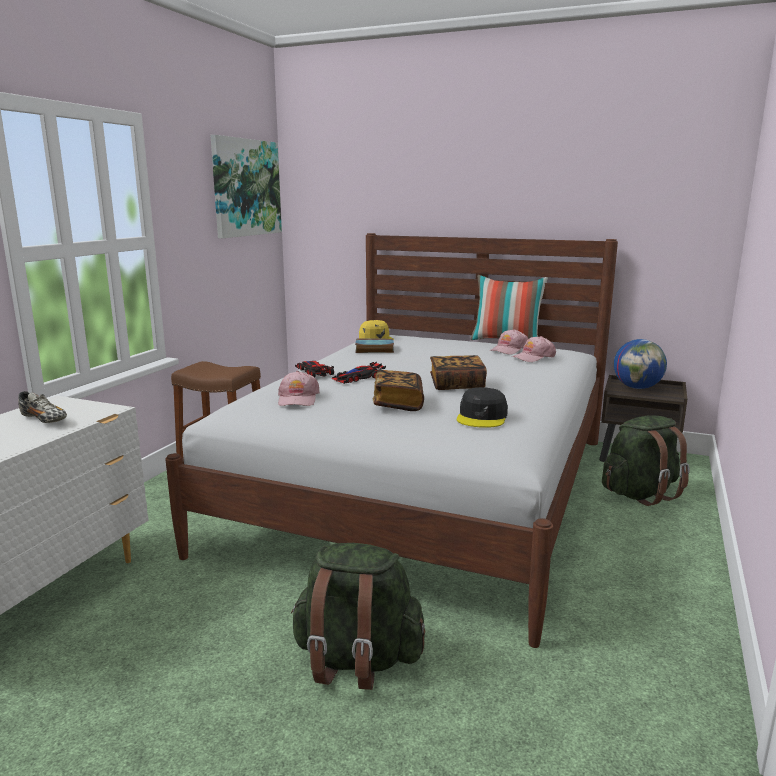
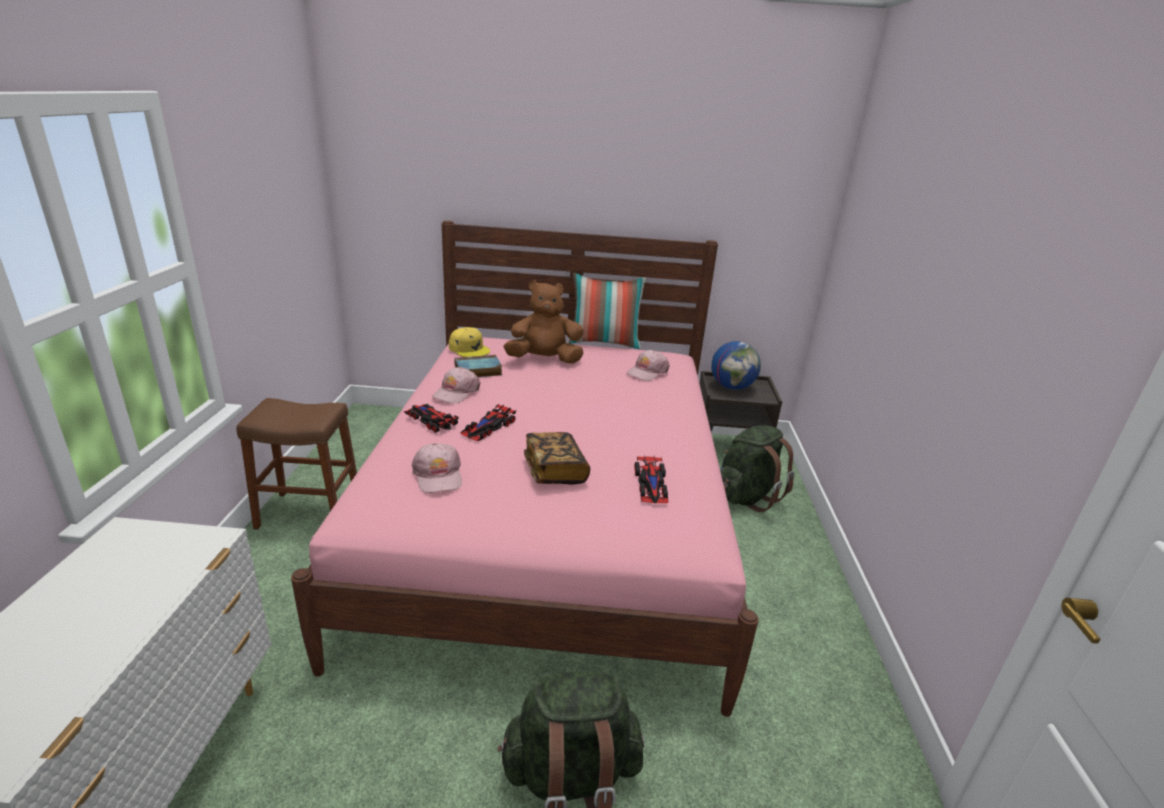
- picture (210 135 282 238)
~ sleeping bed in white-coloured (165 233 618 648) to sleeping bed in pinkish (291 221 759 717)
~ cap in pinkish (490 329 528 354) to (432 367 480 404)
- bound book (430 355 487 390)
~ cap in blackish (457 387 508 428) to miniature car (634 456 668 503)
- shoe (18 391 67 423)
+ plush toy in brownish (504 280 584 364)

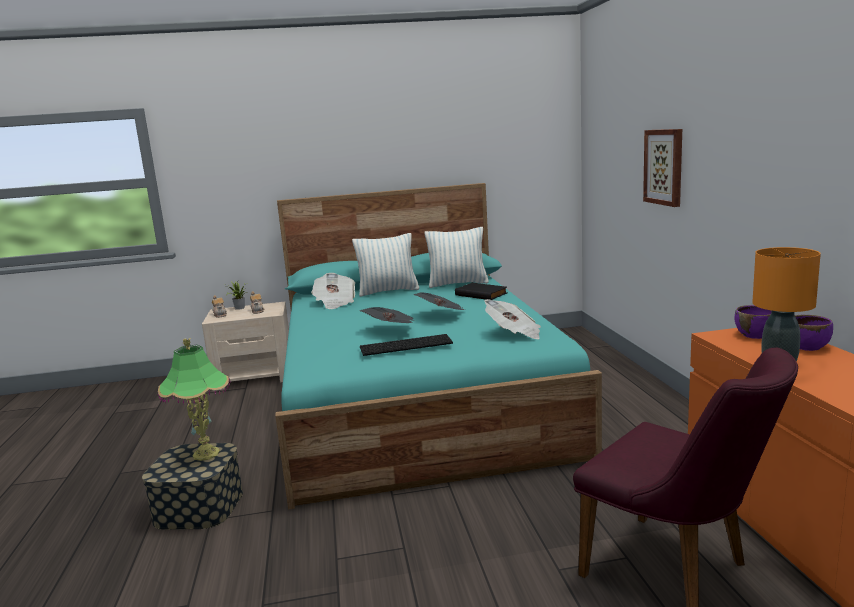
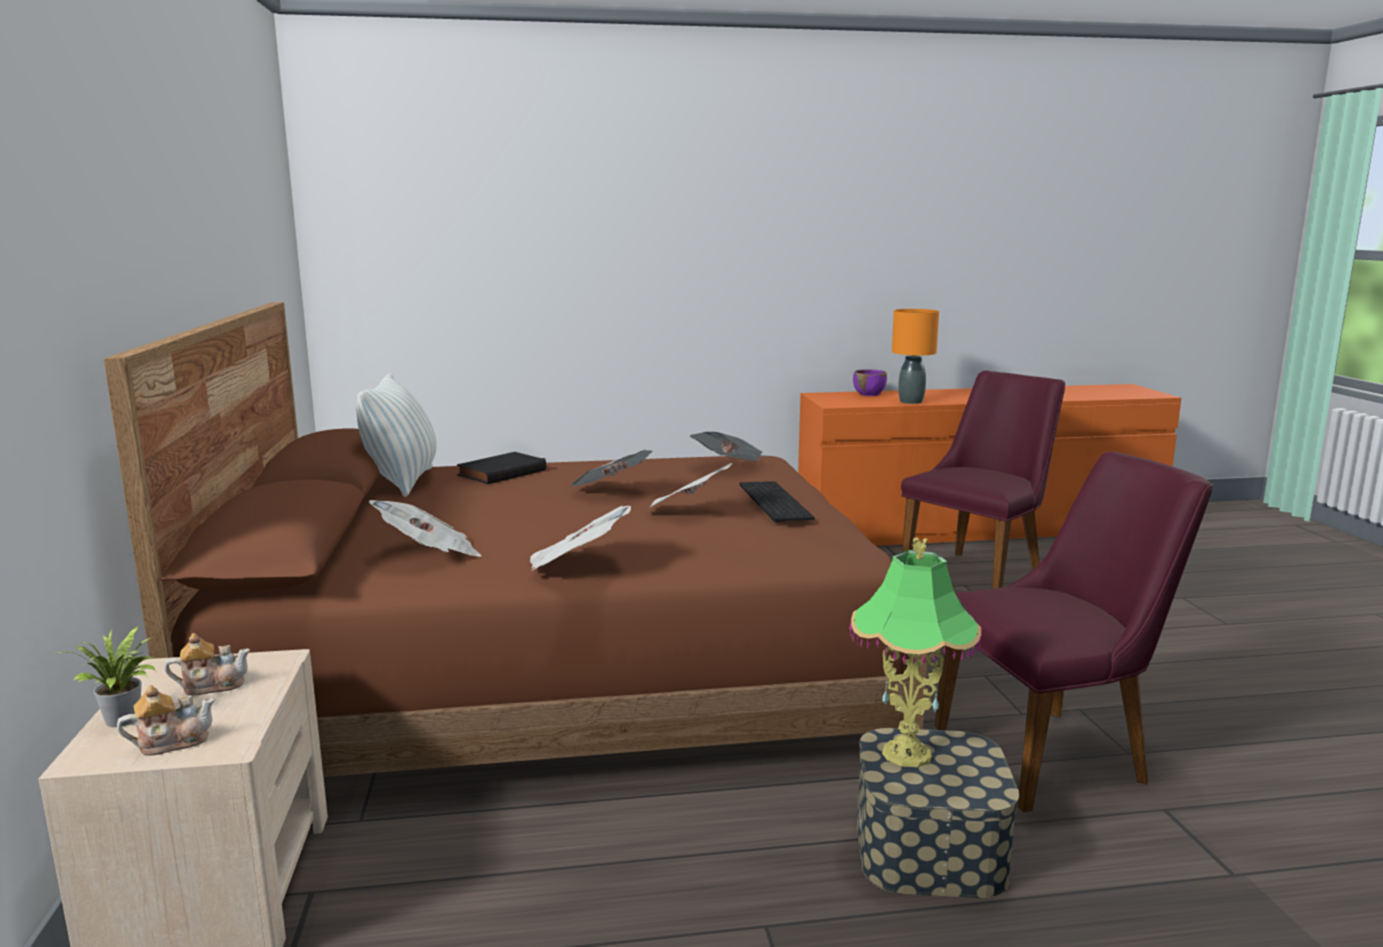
- picture (643 129 682 207)
~ sleeping bed in blue-green (275 183 602 509) to sleeping bed in brownish (104 302 928 777)
- pillow (352 233 419 297)
- deep dish in purple-coloured (735 305 772 339)
+ chair in purple-coloured (935 451 1213 812)
+ printed paper (530 506 631 571)

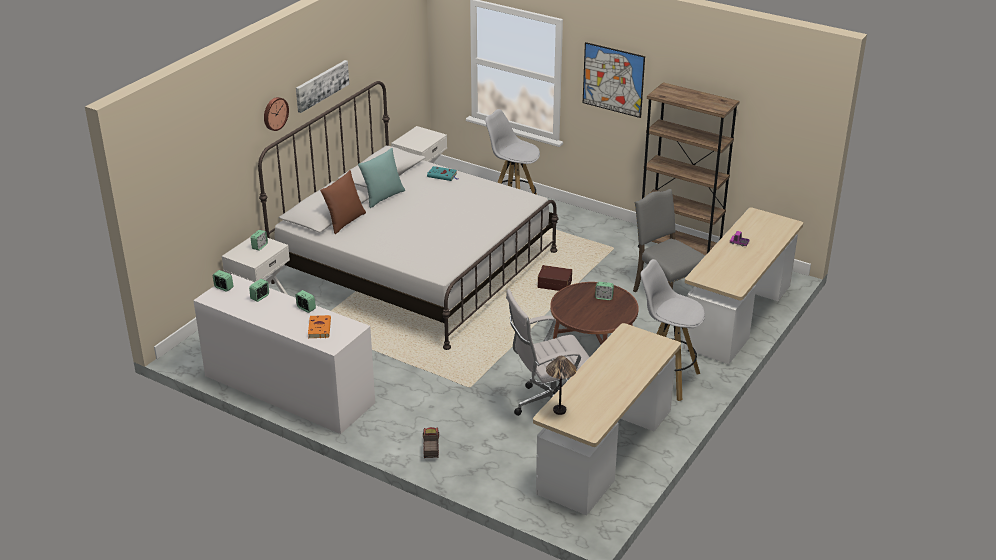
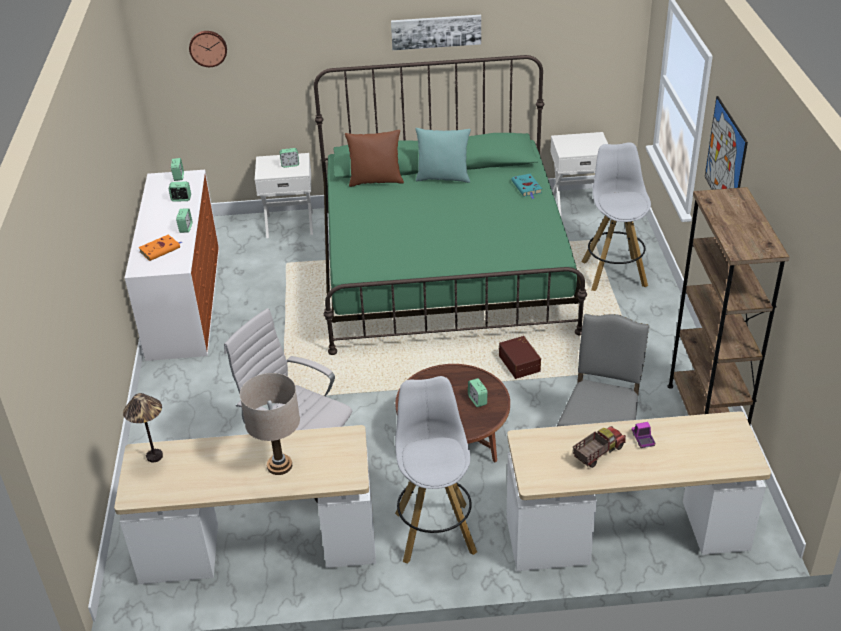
~ sleeping bed in white-coloured (258 81 559 350) to sleeping bed in greenish (314 55 587 355)
~ hanging clock (264 97 289 131) to (189 31 227 67)
~ toy lorry (423 427 439 458) to (573 426 626 468)
+ tabletop lamp in beige-coloured (240 373 300 475)

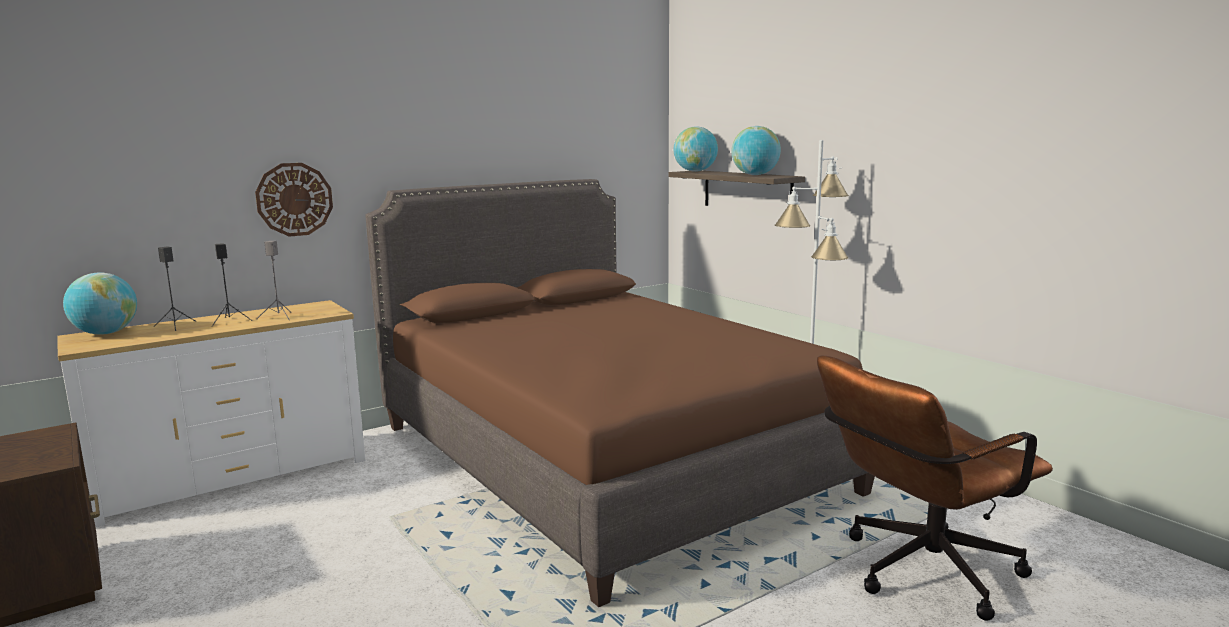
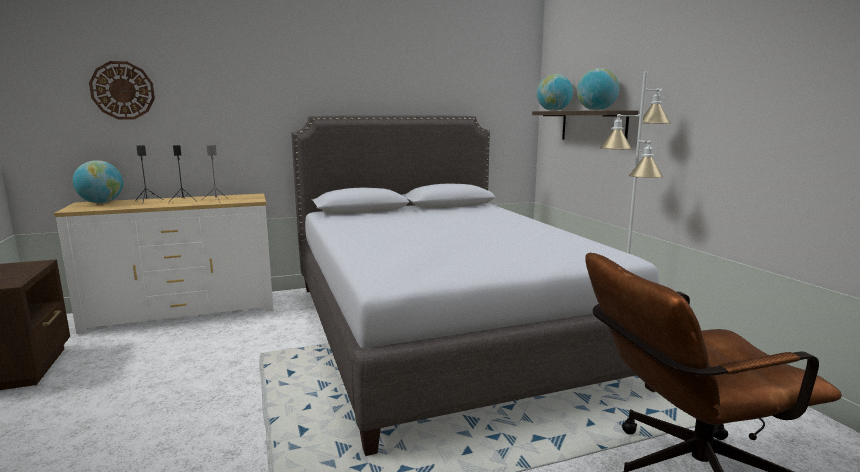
~ hanging clock (255 163 333 237) to (89 61 155 119)
~ sleeping bed in brownish (365 179 875 607) to sleeping bed in gray (291 116 659 456)

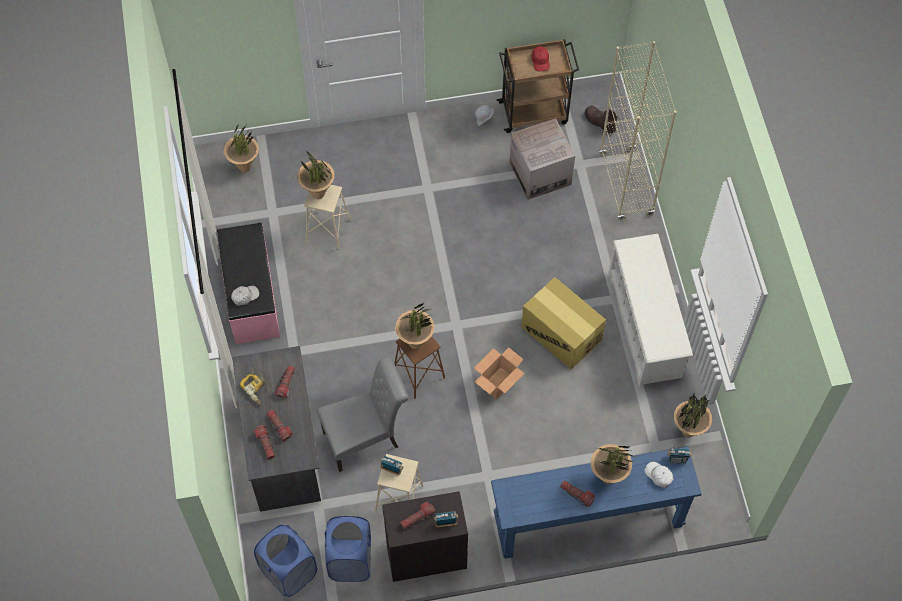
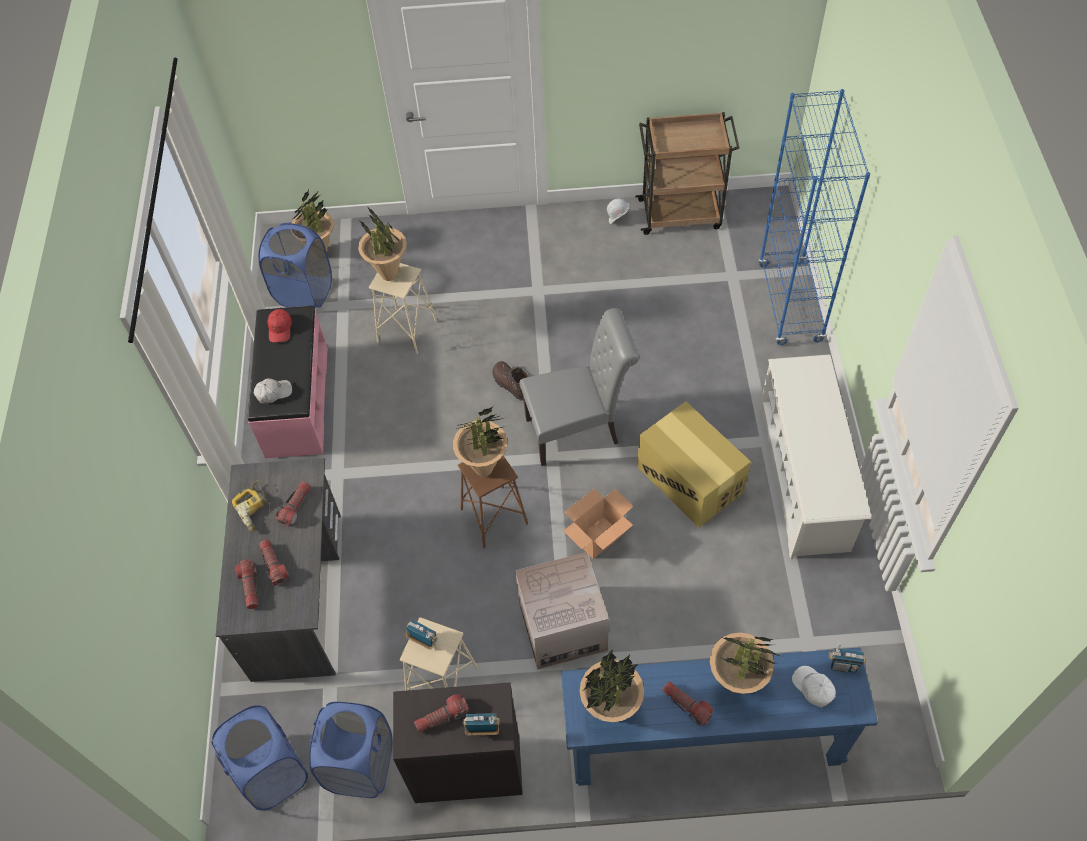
~ shelving unit in beige-coloured (599 41 677 221) to shelving unit in blue-coloured (758 89 870 345)
~ cap in red (531 46 550 71) to (267 309 292 342)
~ tall boot in brownish (585 106 618 134) to (493 361 528 401)
~ packing box (509 118 575 200) to (515 552 609 669)
~ chair in gray (316 356 409 472) to (520 308 639 466)
~ houseplant (674 393 712 437) to (580 650 644 722)
+ laundry basket in blue-coloured (258 222 332 308)

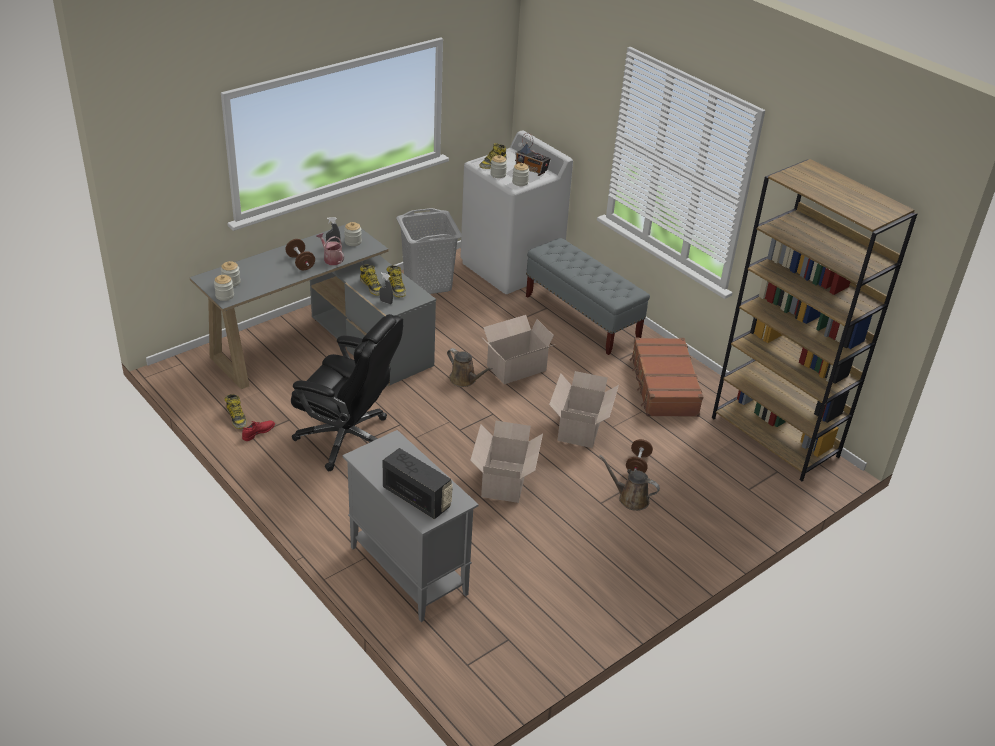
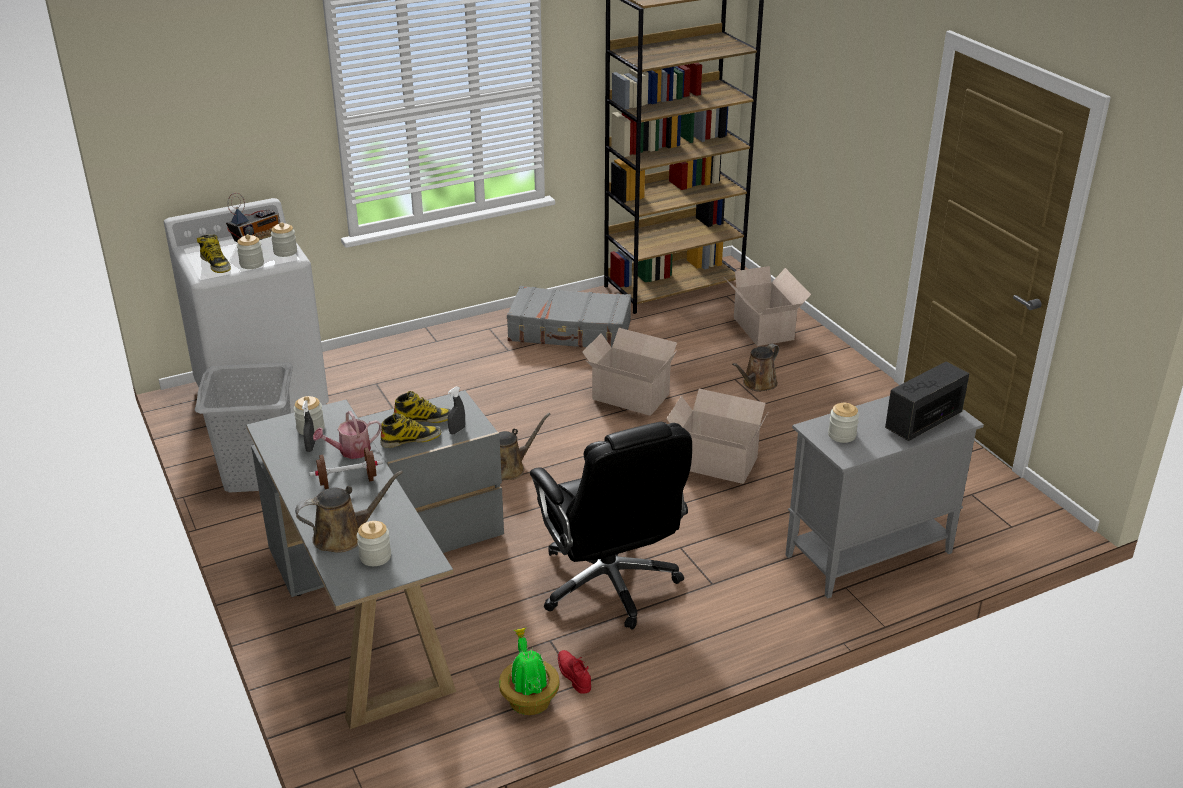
- bench in gray (526 238 650 355)
~ jar (214 275 234 301) to (828 403 859 443)
~ computer chair in blackish (291 314 403 471) = (530 422 692 630) 120 degrees clockwise
~ packing box (481 315 555 384) to (725 266 811 346)
~ piece of luggage in brownish (629 337 703 417) to piece of luggage in gray (507 286 631 347)
~ tall boot (225 394 247 429) to houseplant (499 628 560 715)
- dumbbell in brownish (626 439 653 473)
+ watering can in brownish (295 470 403 553)

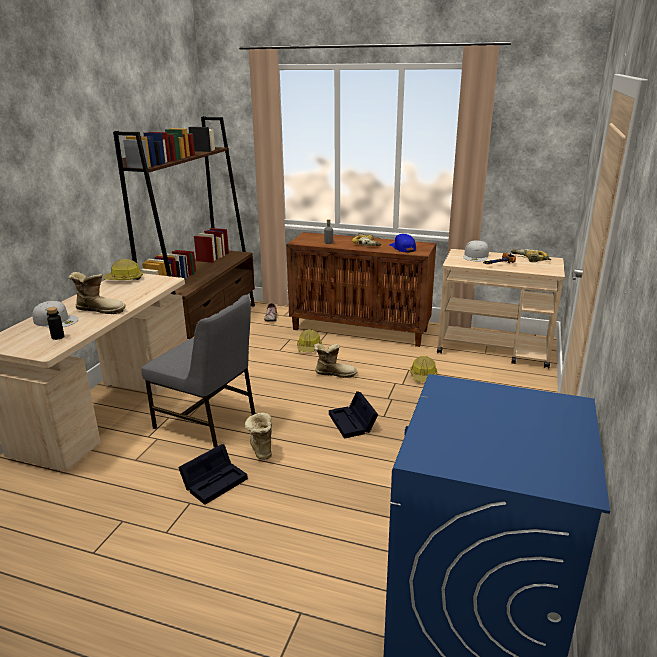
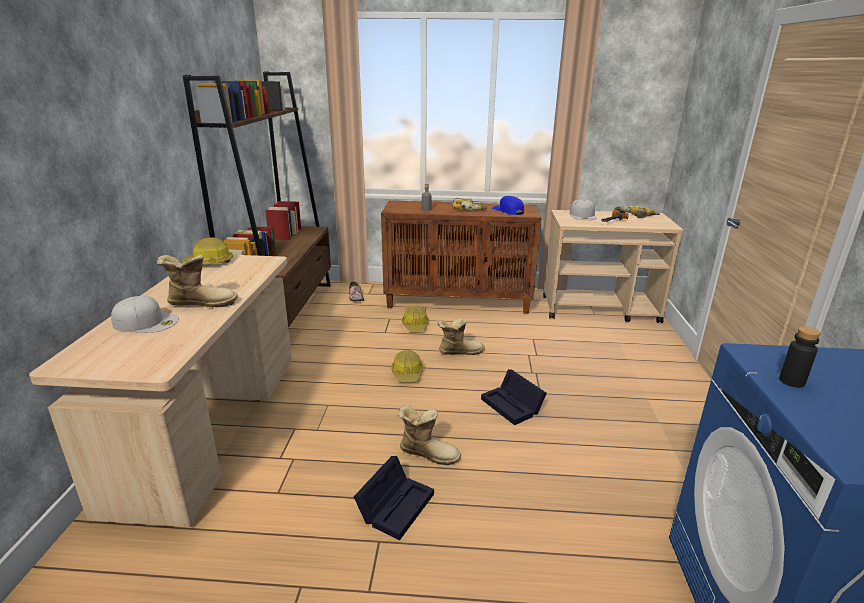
- chair in gray (141 295 255 448)
~ bottle in blackish (46 307 64 340) to (779 326 821 388)
~ hard hat (410 356 437 382) to (391 350 423 382)
~ tall boot (245 413 272 460) = (397 405 461 465) 135 degrees clockwise

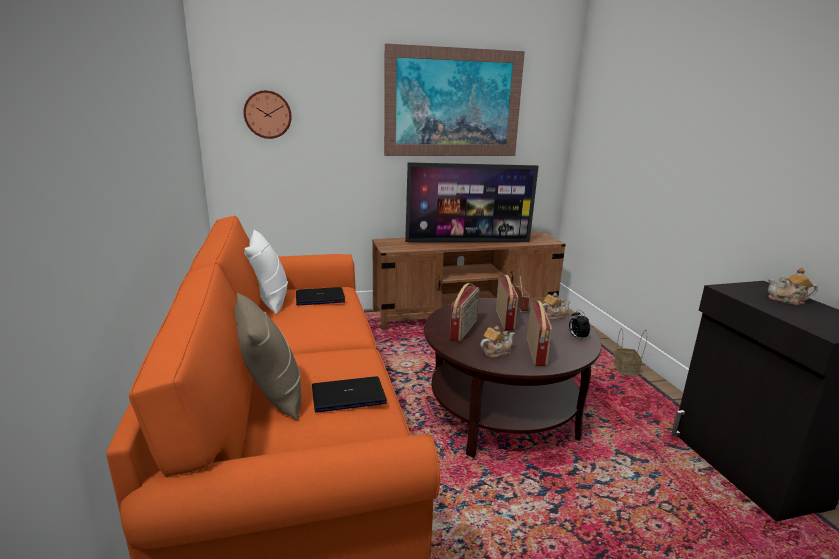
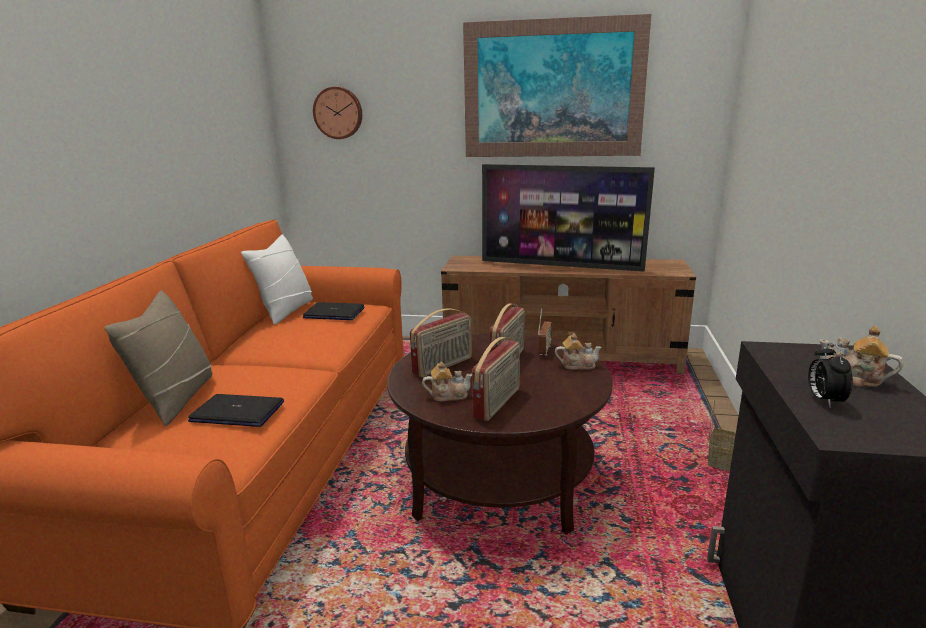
~ alarm clock (569 310 590 339) to (808 342 853 407)

